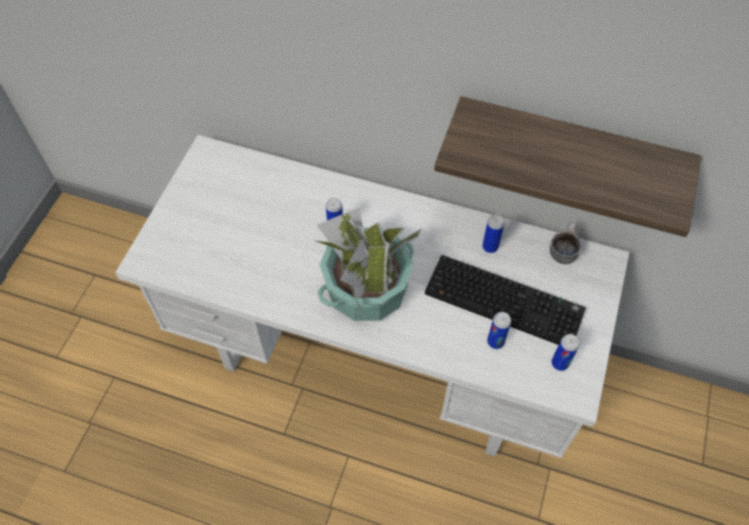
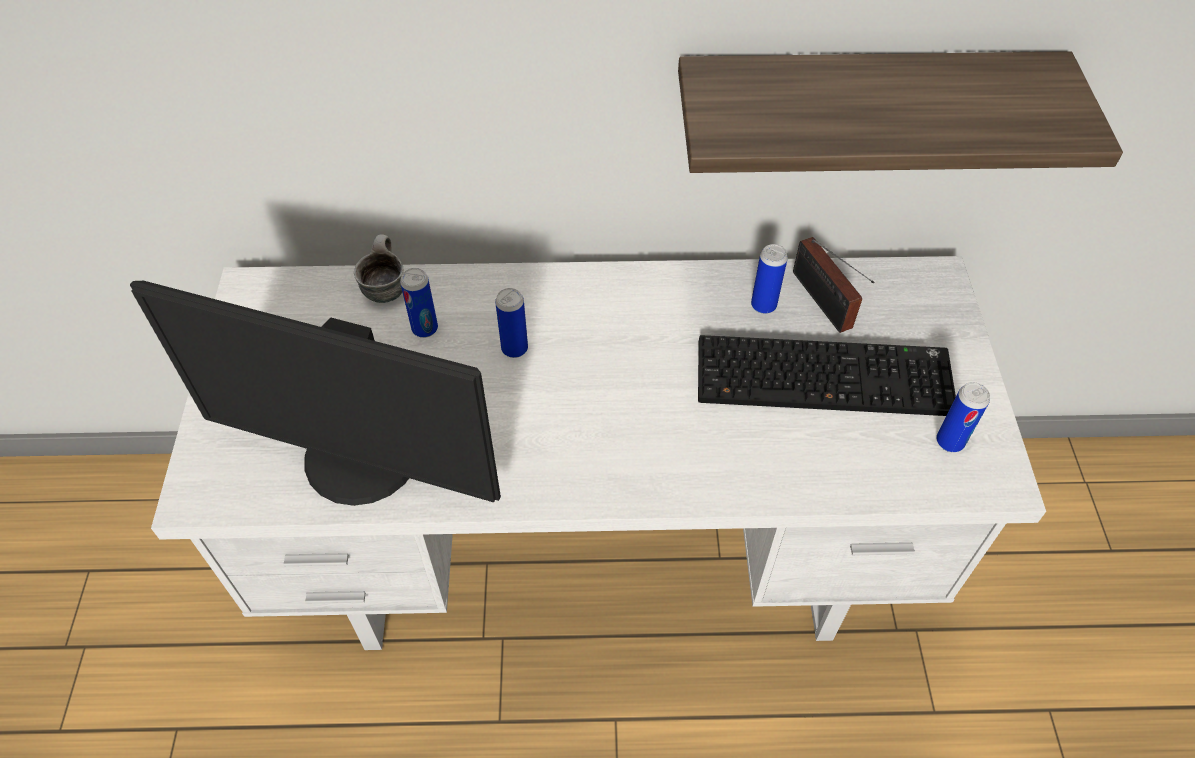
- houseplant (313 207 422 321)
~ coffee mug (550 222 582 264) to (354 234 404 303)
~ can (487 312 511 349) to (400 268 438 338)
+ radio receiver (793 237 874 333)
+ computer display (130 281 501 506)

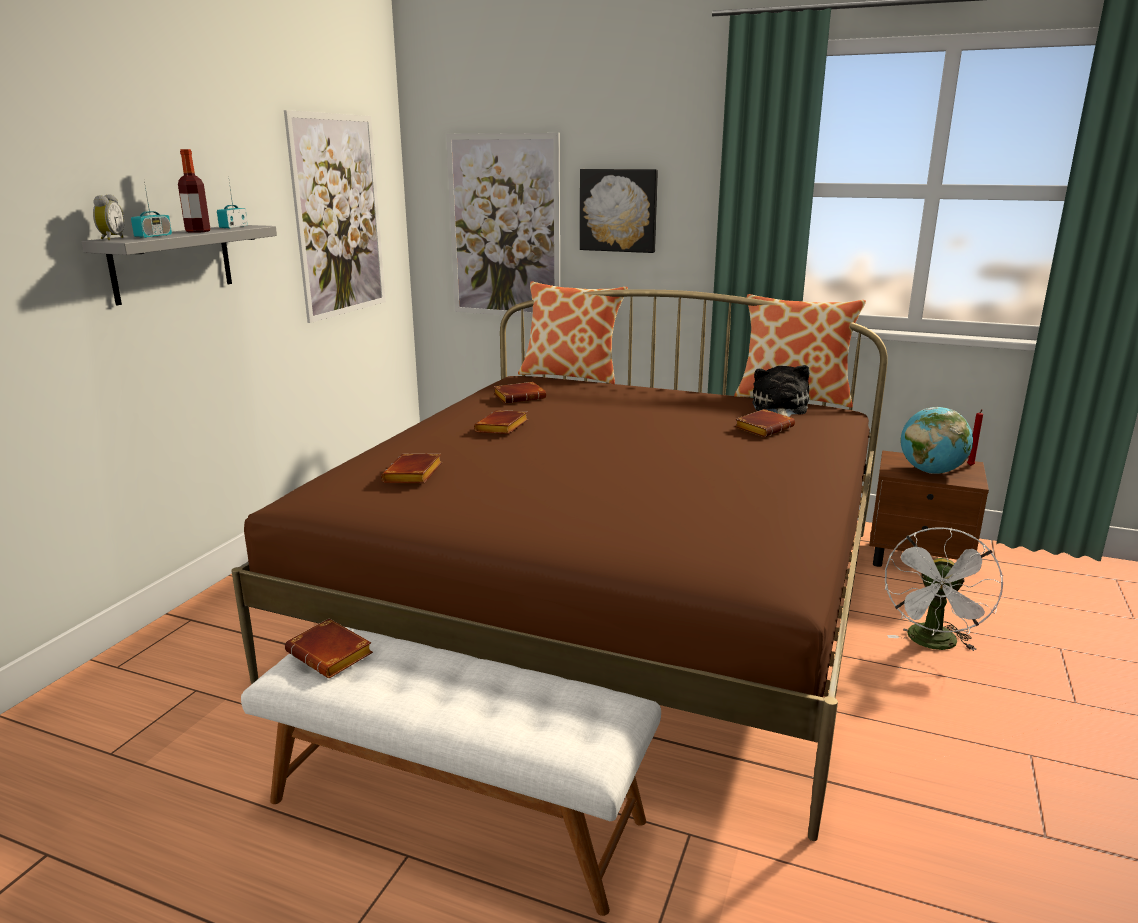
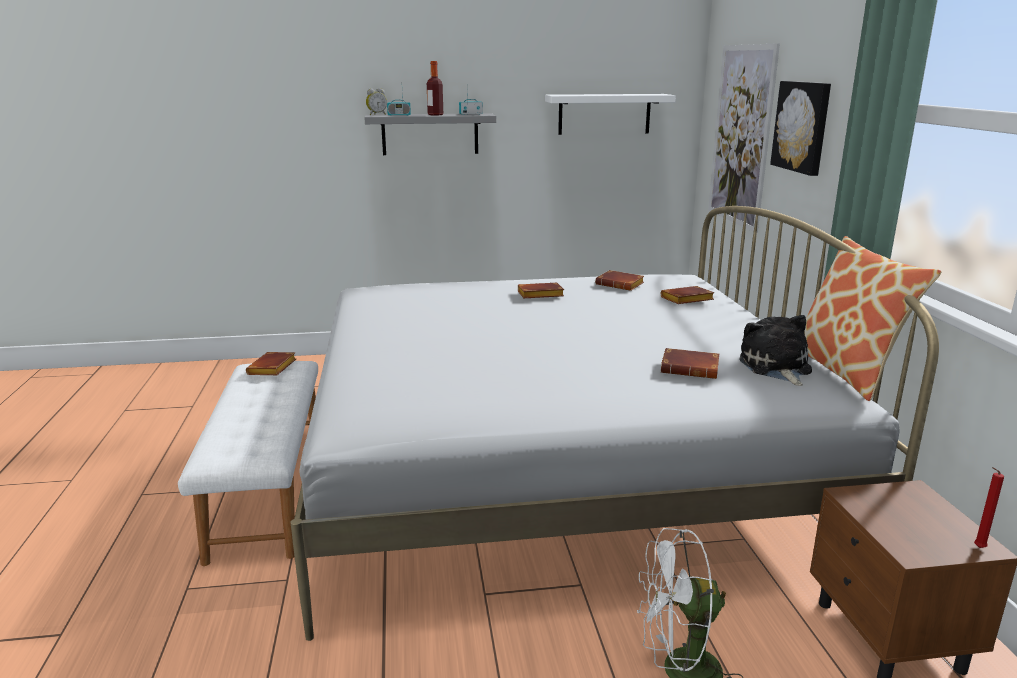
~ picture (284 110 386 323) to wall shelf in white-coloured (545 94 676 135)
- pillow (518 281 628 384)
~ sleeping bed in brownish (231 290 888 841) to sleeping bed in white-coloured (290 206 939 641)
~ plush toy (752 365 809 417) = (739 315 812 386) 75 degrees counterclockwise
- world globe (900 407 973 474)
~ bound book in brownish (381 453 442 483) to (661 286 714 304)

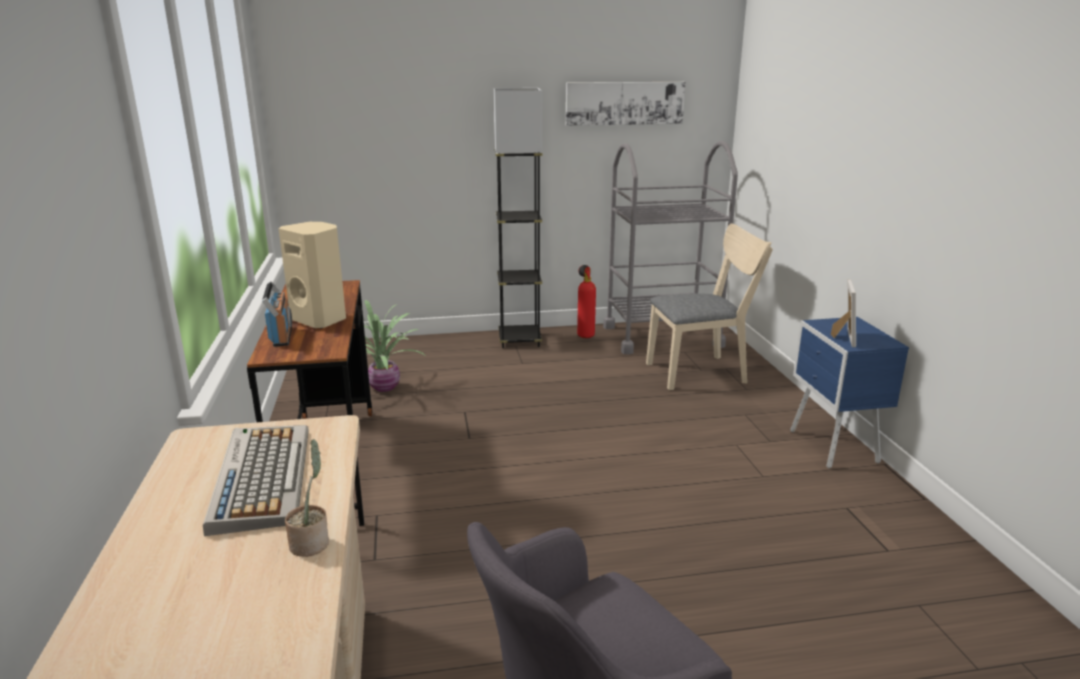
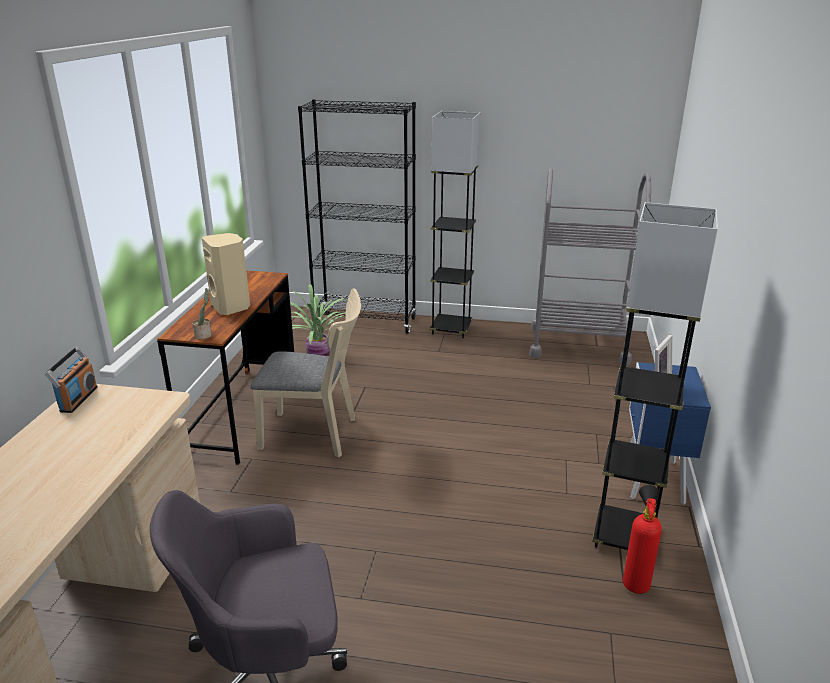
- picture (566 82 685 126)
~ chair in beige-coloured (646 224 773 390) to (251 288 361 457)
~ fire-fighting cylinder (577 265 596 338) to (623 485 662 594)
~ radio receiver (262 281 292 347) to (45 347 98 413)
- PC keyboard (203 425 309 536)
~ houseplant (285 439 329 557) to (192 288 212 339)
+ shelving unit in blackish (298 99 416 334)
+ standard lamp in gray (592 202 718 550)

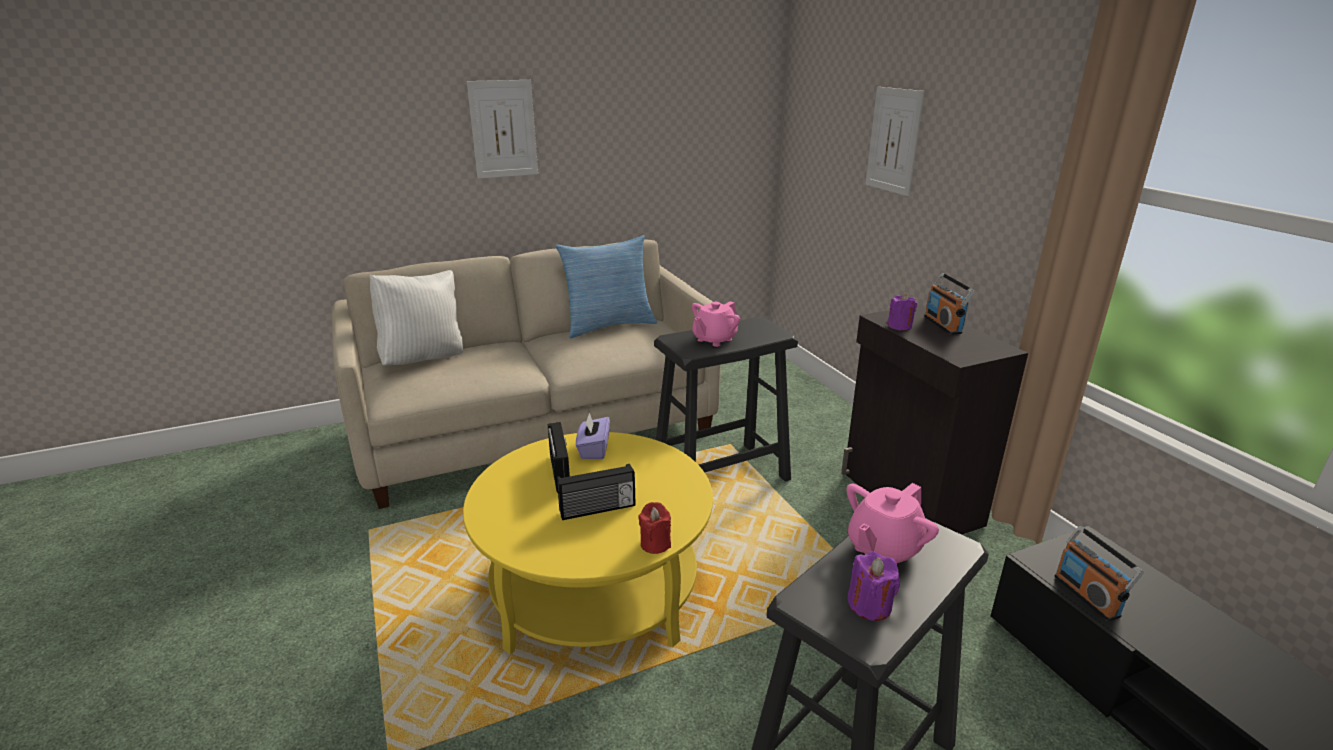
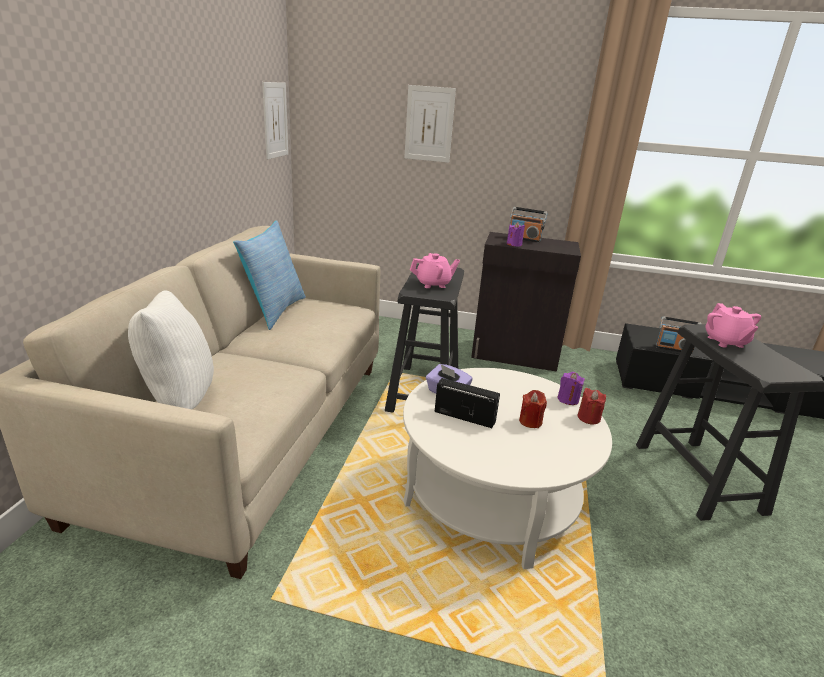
~ picture (467 80 538 179) to (262 82 288 159)
~ teapot in pinkish (692 301 740 347) = (410 253 460 288) 90 degrees counterclockwise
~ low table in yellow-coloured (463 432 713 654) to low table in white-coloured (403 368 612 569)
~ radio receiver (557 464 635 520) to wax candle in red (519 390 547 428)
~ wax candle in purple-coloured (847 551 900 621) to (557 372 585 405)

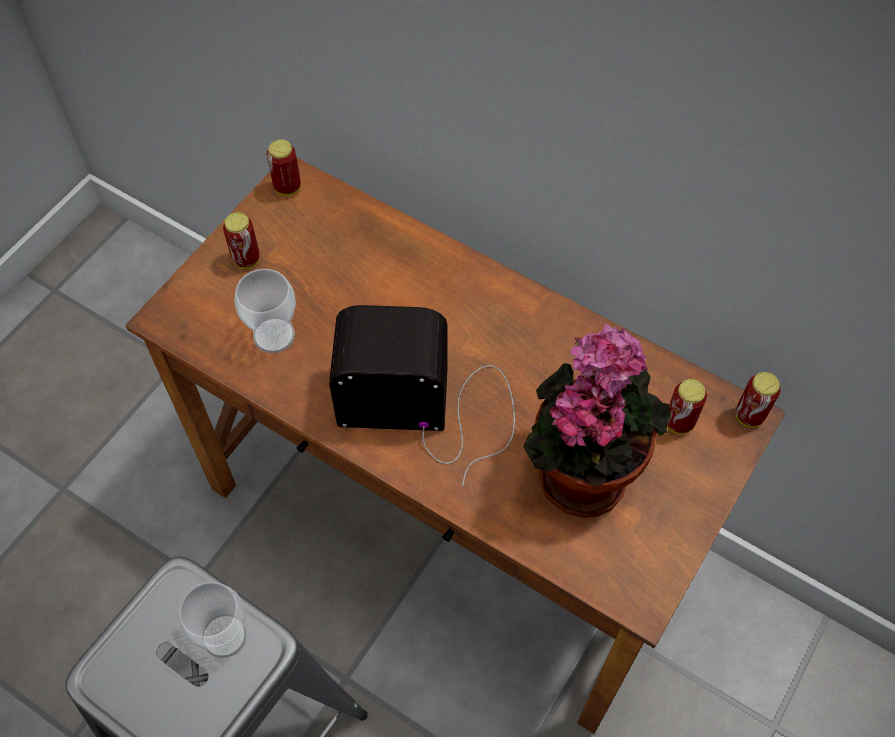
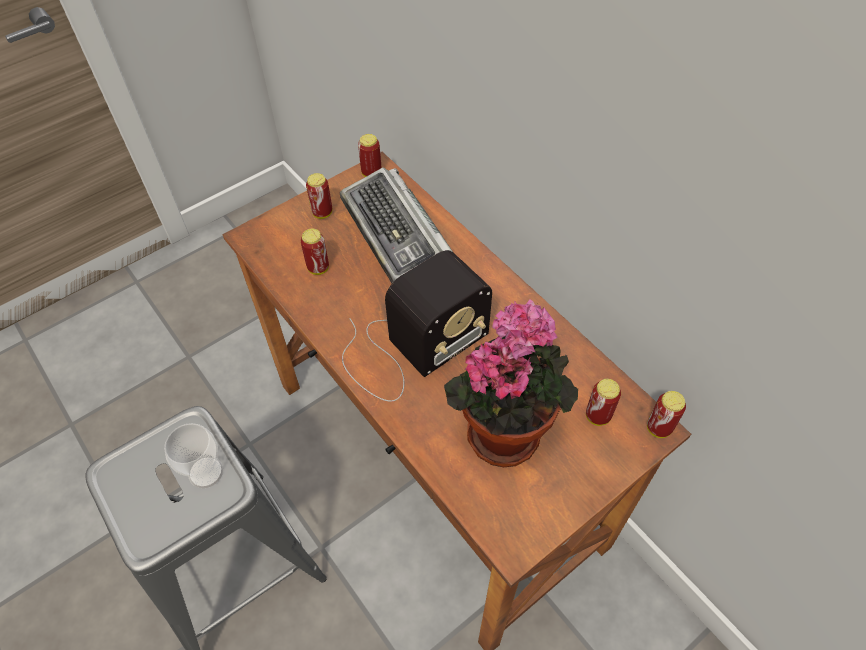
~ small cup (234 269 296 353) to can (301 229 329 275)
~ radio receiver (329 305 515 487) = (342 250 492 402) 120 degrees clockwise
+ PC keyboard (340 167 454 283)

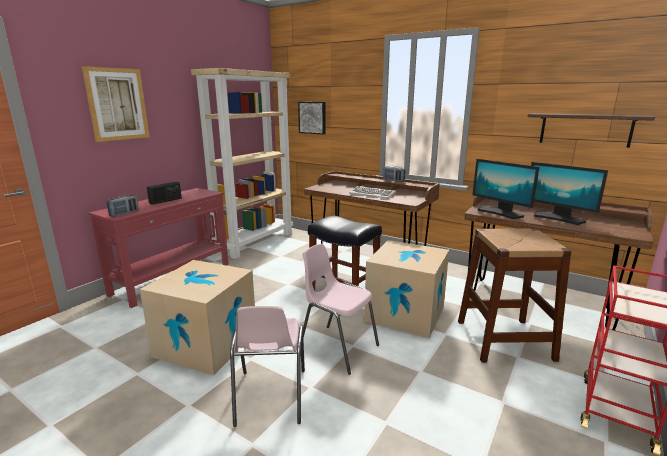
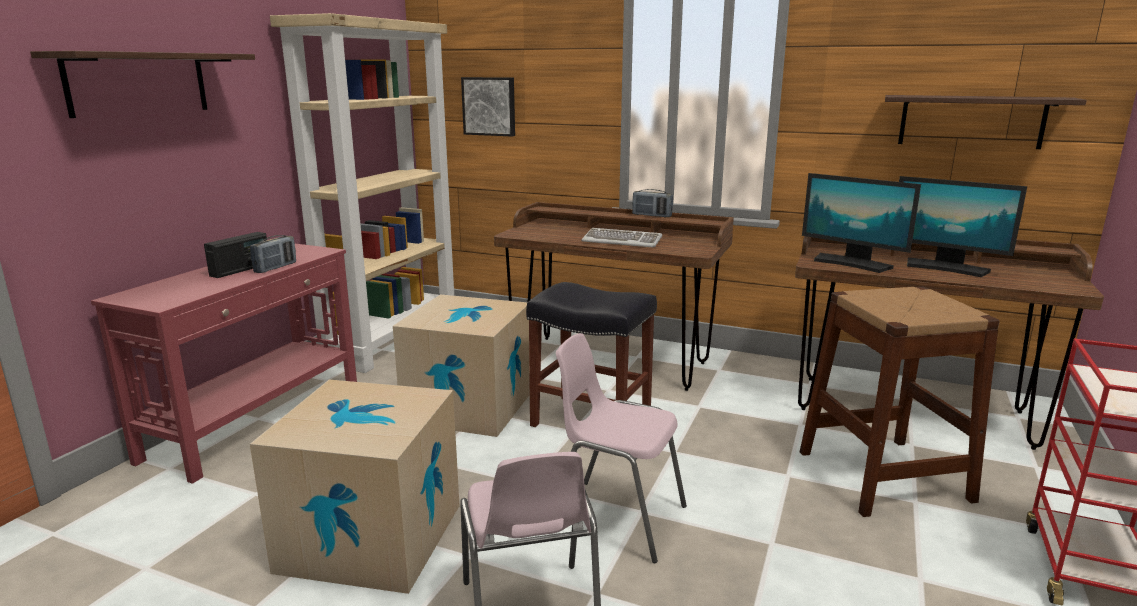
~ picture (82 66 150 142) to wall shelf (30 51 255 118)
~ radio receiver (107 195 139 217) to (250 235 296 273)
~ packing box (364 240 449 338) to (393 294 530 437)

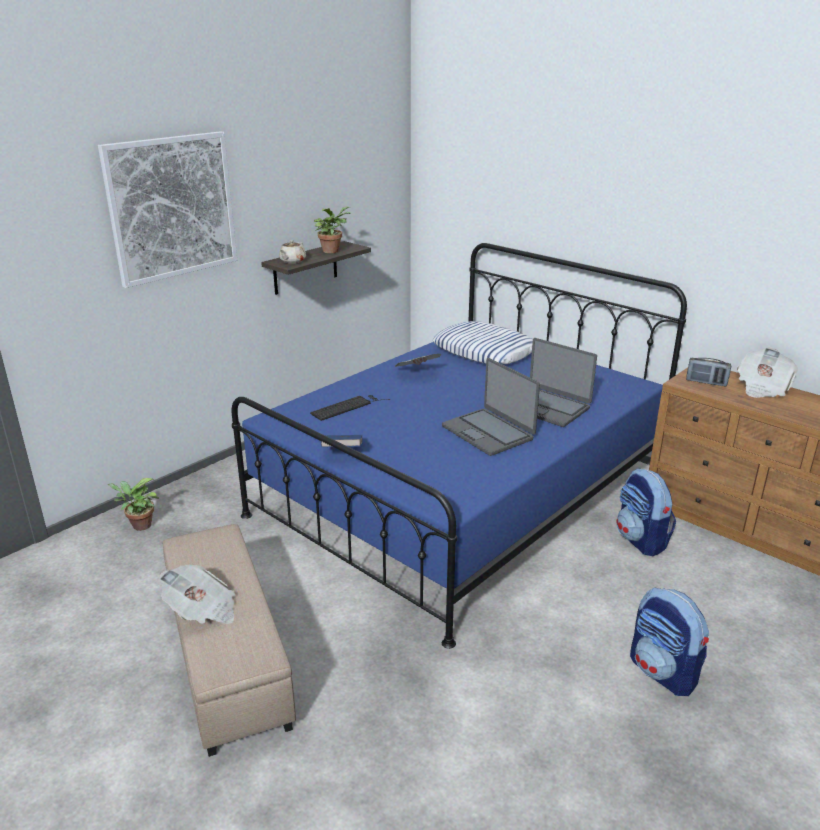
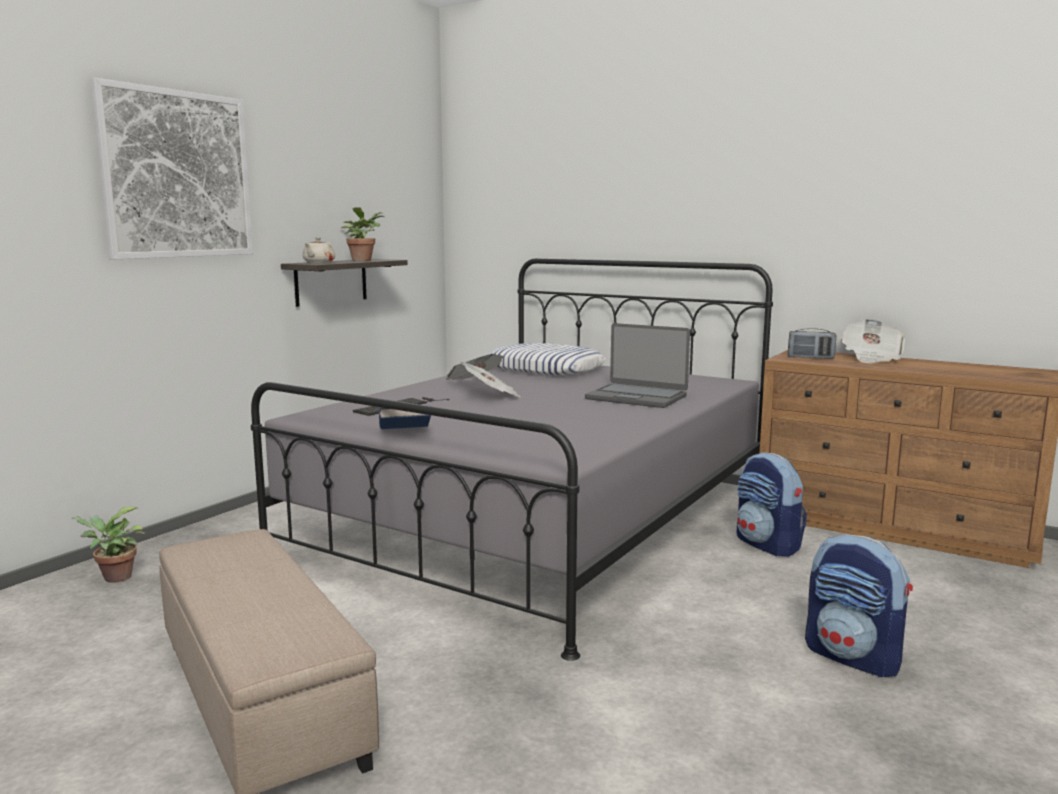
~ sleeping bed in blue-coloured (232 243 687 649) to sleeping bed in gray (251 258 773 661)
- portable computer (442 358 540 456)
~ printed paper (159 565 235 624) to (458 361 522 398)

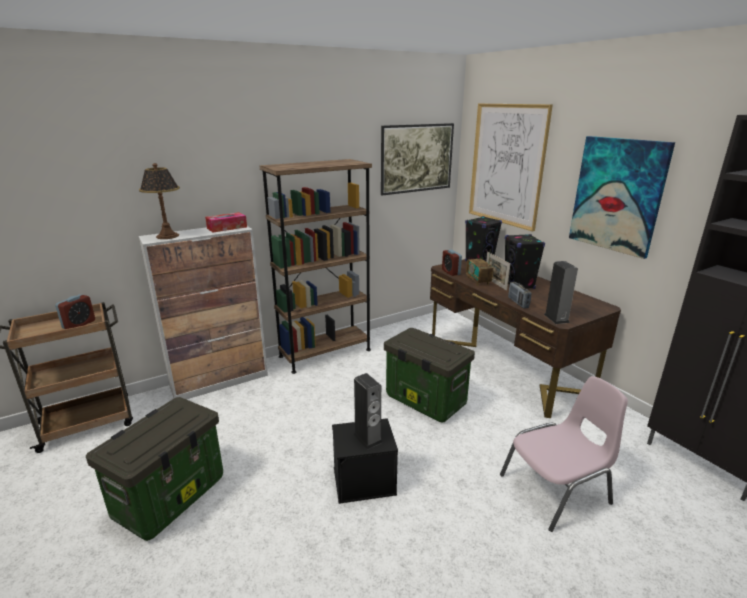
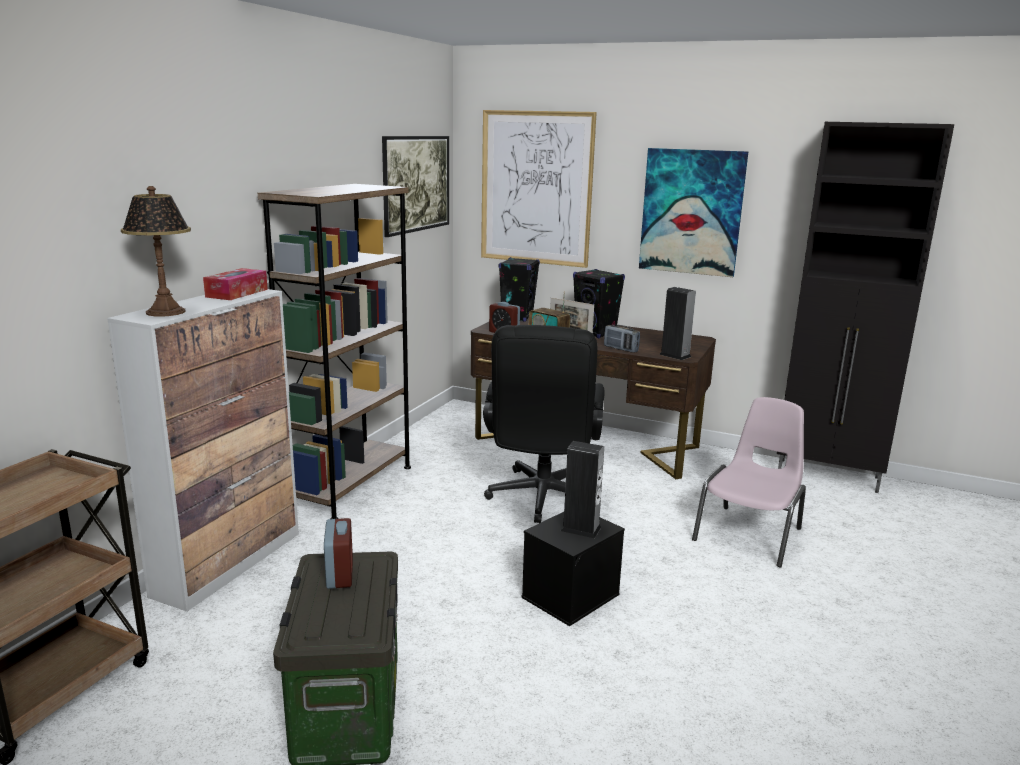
~ alarm clock (55 294 95 329) to (324 518 353 589)
~ storage bin (384 328 475 423) to computer chair in blackish (483 325 604 523)

